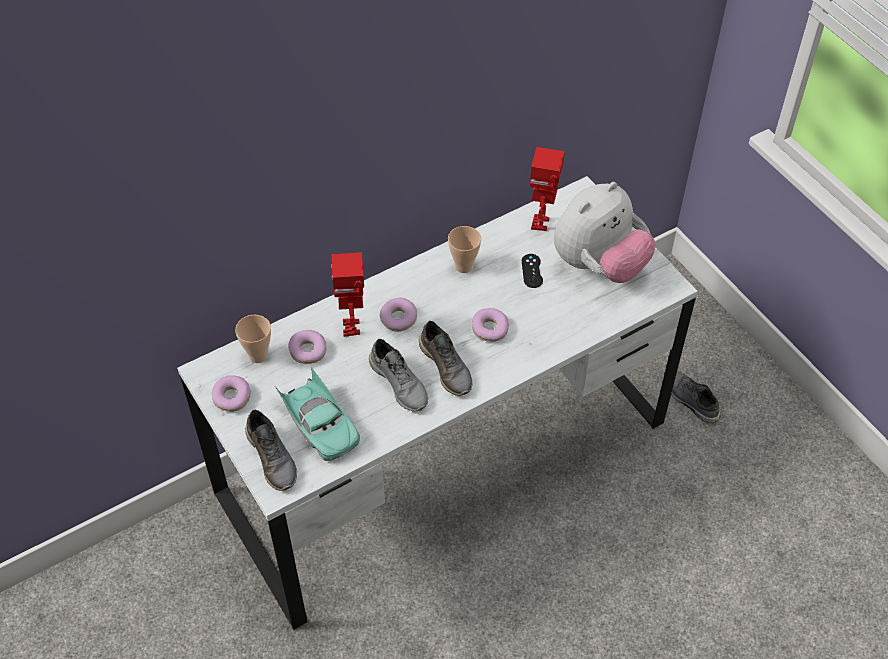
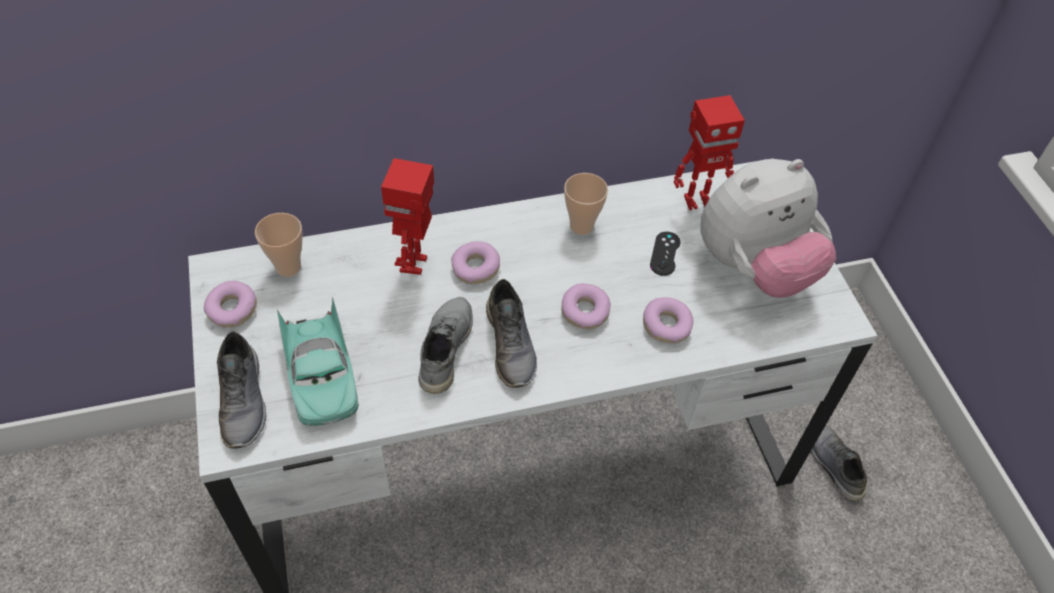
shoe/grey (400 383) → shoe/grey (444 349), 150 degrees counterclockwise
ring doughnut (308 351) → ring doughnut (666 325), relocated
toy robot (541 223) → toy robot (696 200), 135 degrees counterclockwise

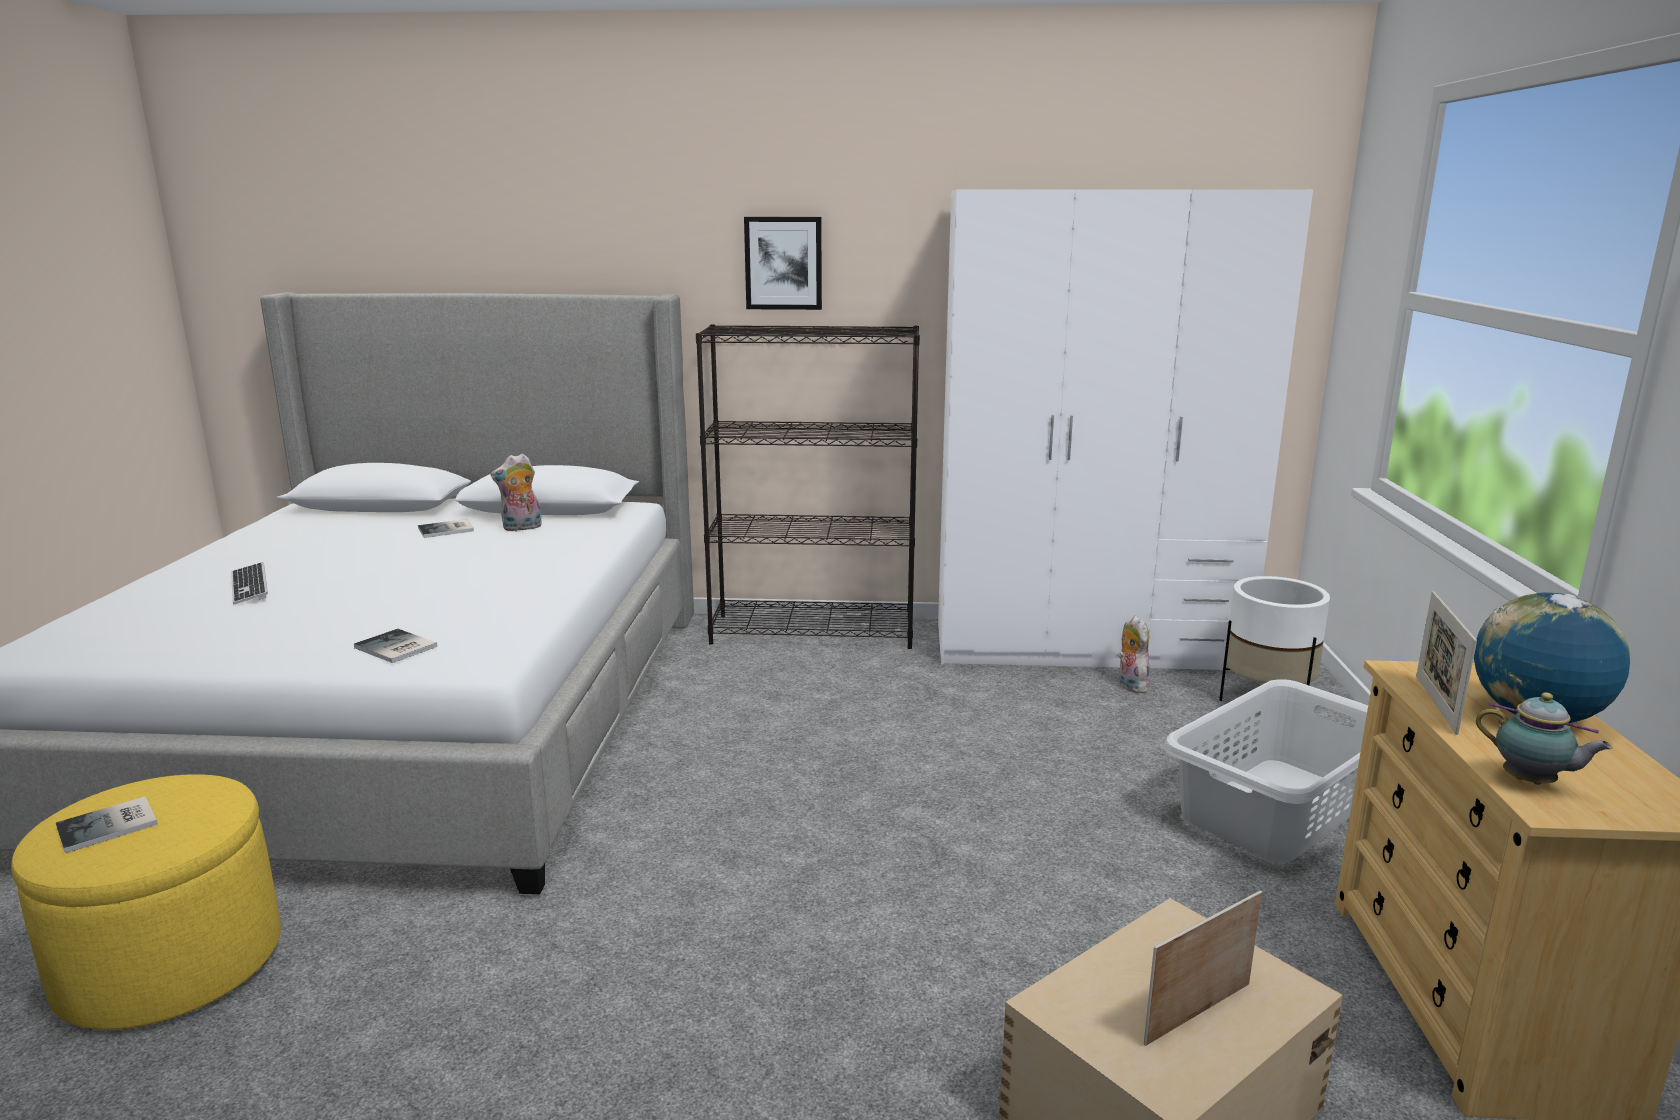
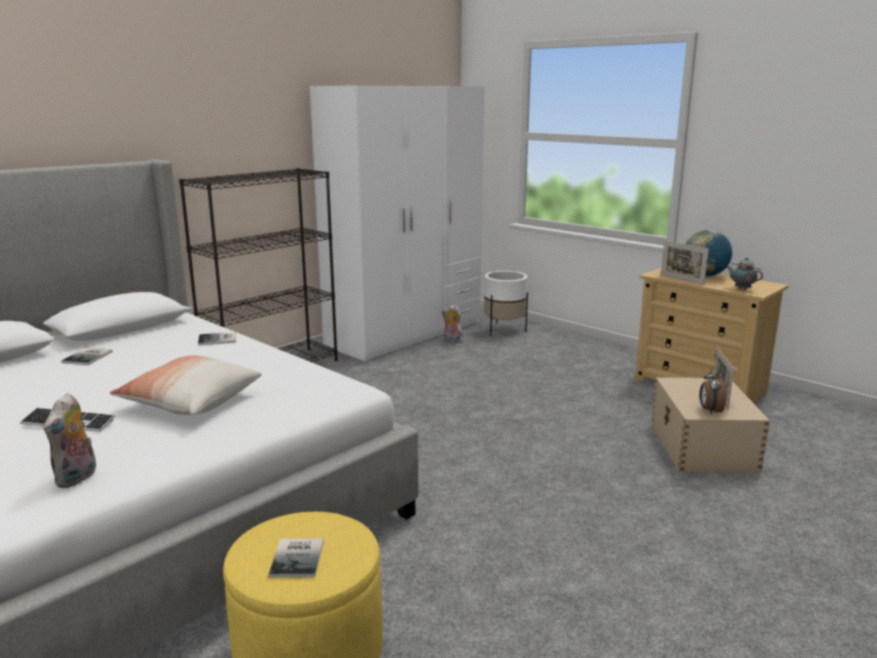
cuddly toy (521 528) → cuddly toy (77 478), relocated
- → cushion (190 403)
volume (395 648) → volume (218 339), relocated
- → alarm clock (709 410)
teapot (1532 783) → teapot (741 289), 120 degrees counterclockwise
wall picture (783 263) → -
hamper/grey (1278 809) → -

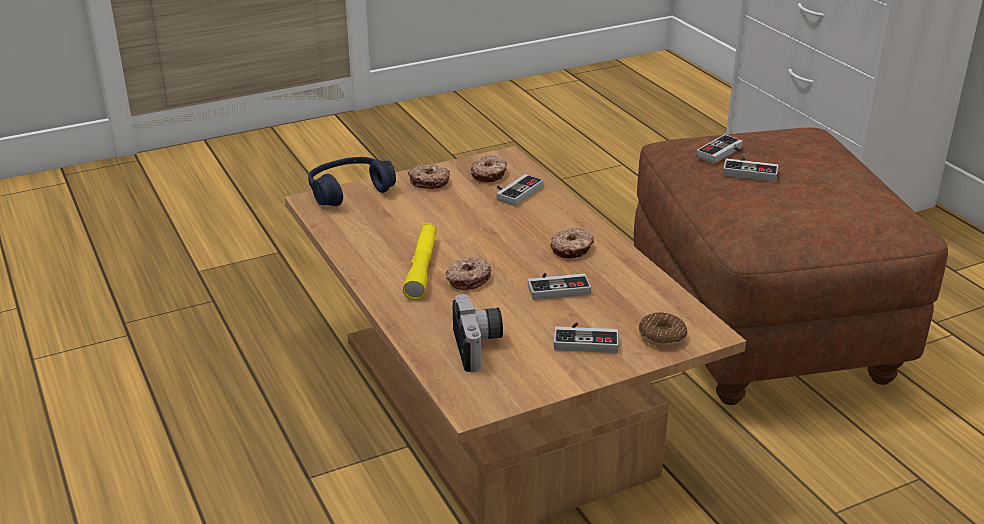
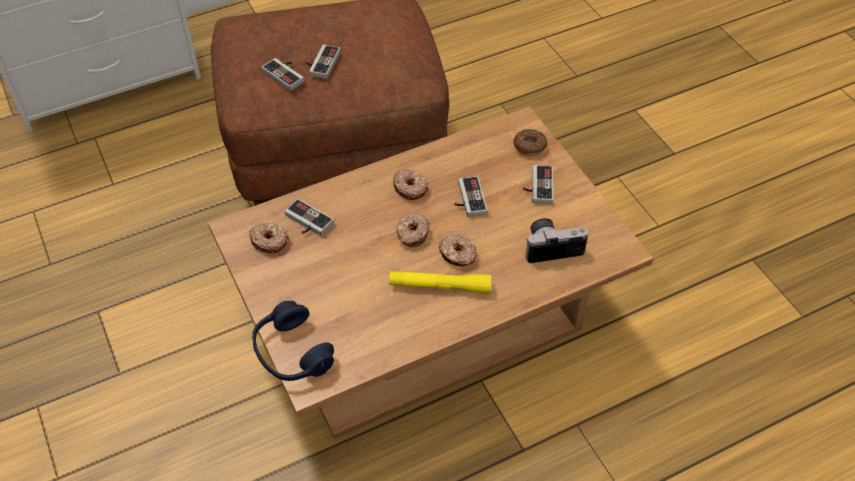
ring doughnut (429 182) → ring doughnut (412 233), relocated

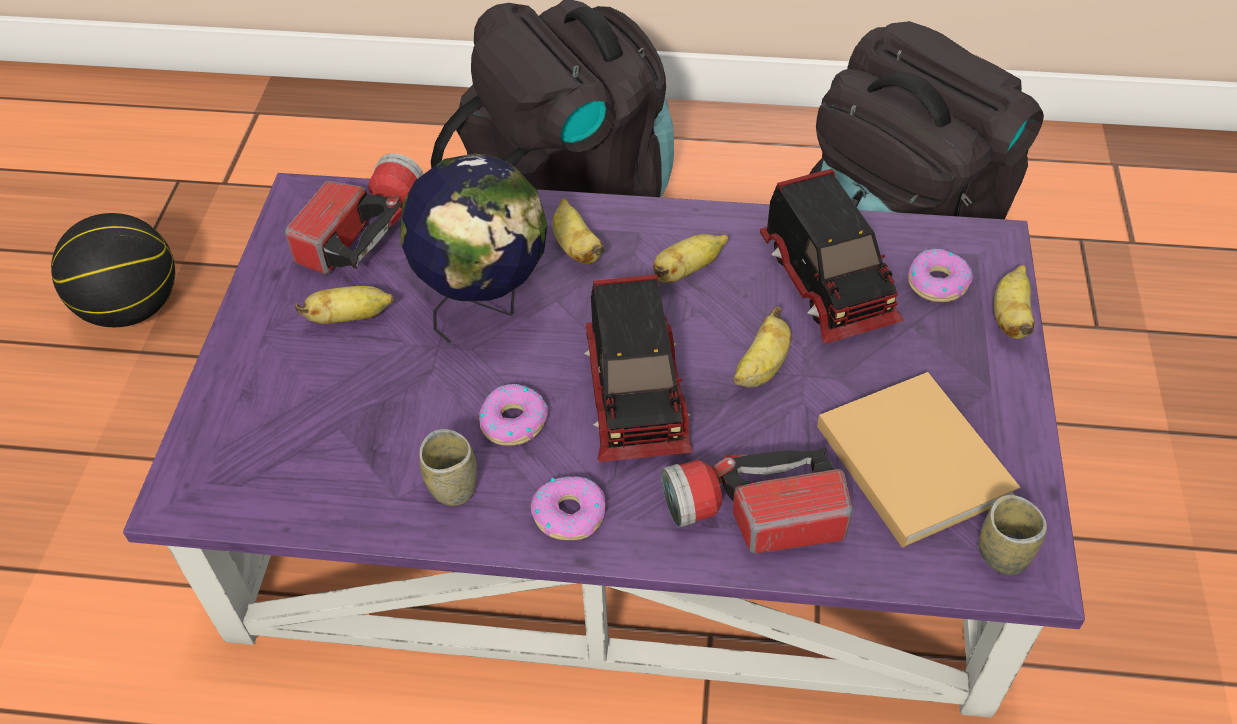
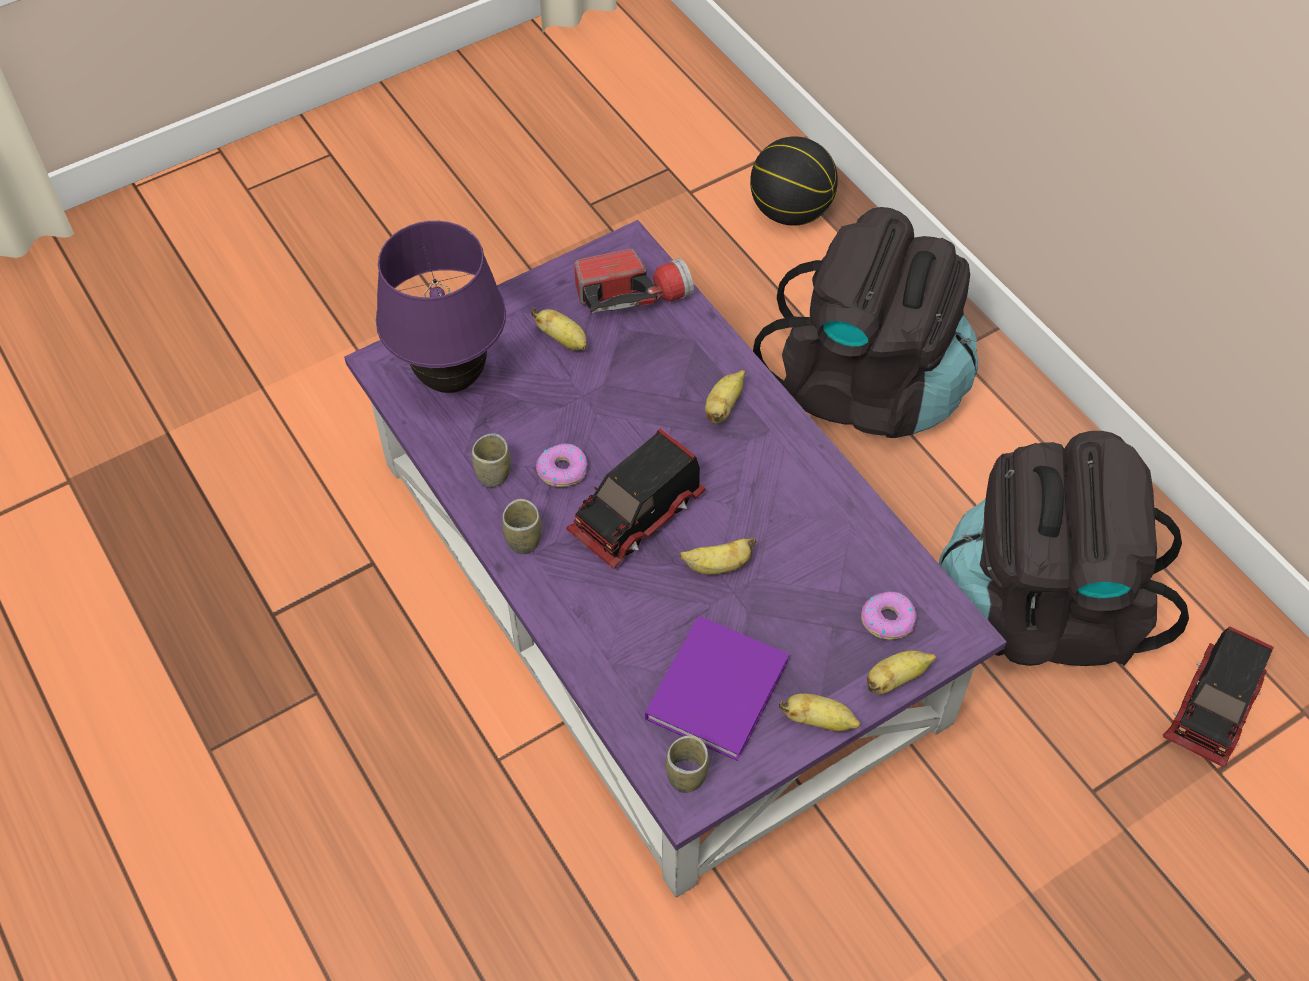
- → lamp for a table/purple-coloured (452 380)
ring doughnut (569 513) → drinking cup (523 540)
volume/sand-coloured (910 457) → volume/purple-coloured (719 686)
basketball ball (132 308) → basketball ball (790 211), relocated
whole banana (687 271) → whole banana (819 721), relocated
toy lorry (829 282) → toy lorry (1215 709), relocated
globe (485 304) → -
hand torch (753 514) → -

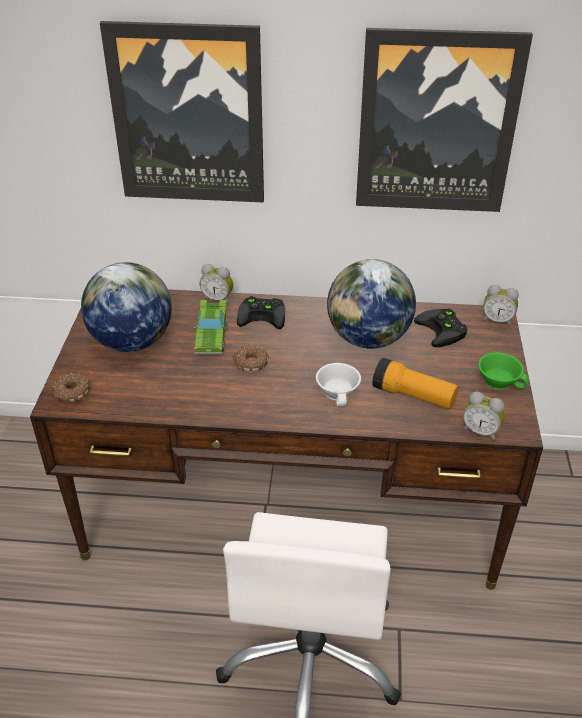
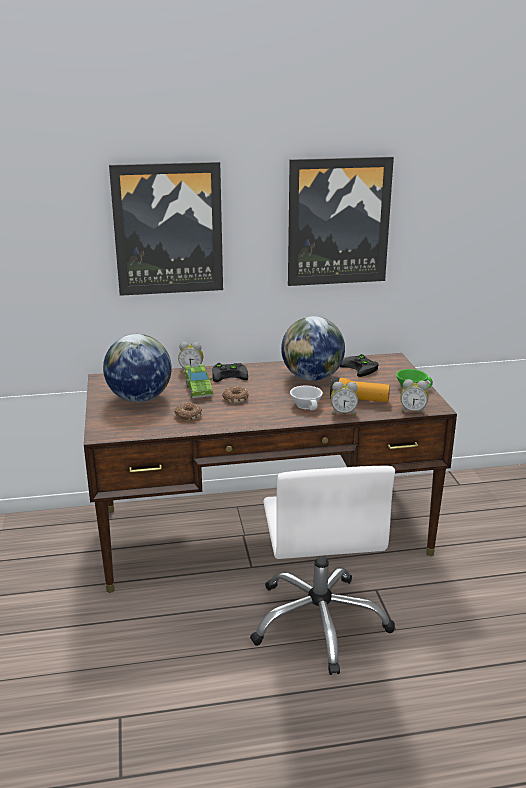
ring doughnut (71 392) → ring doughnut (188 416), relocated
alarm clock (497 320) → alarm clock (343 413), relocated

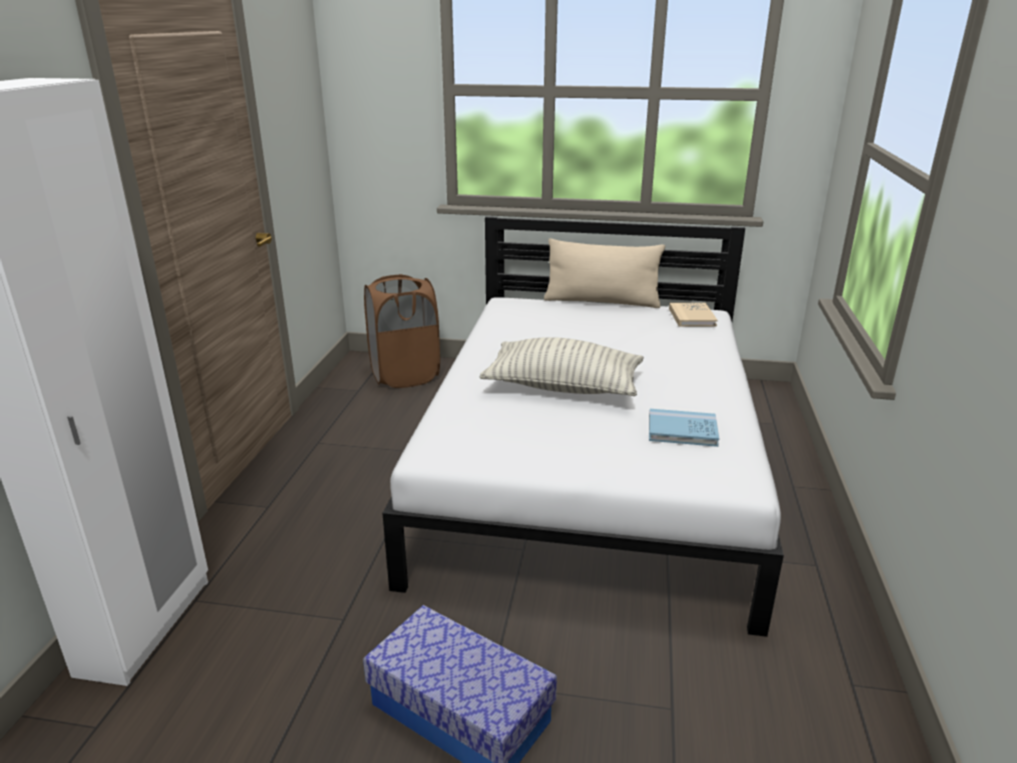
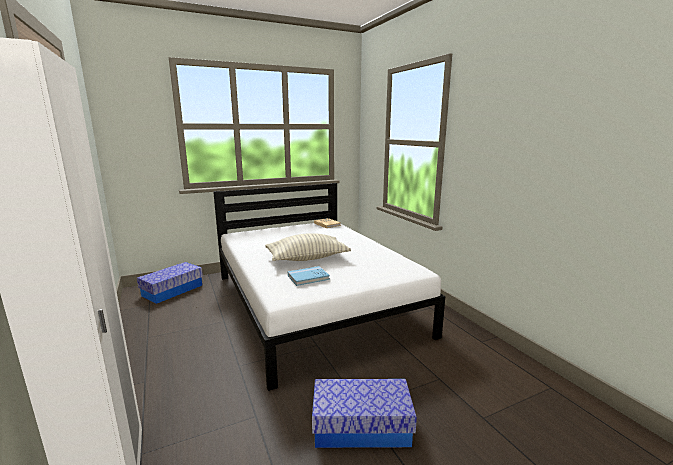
hamper/brown-coloured (405 375) → storage box (172 290)
volume/blue-coloured (682 431) → volume/blue-coloured (308 277), relocated
cushion/sand-coloured (601 301) → -

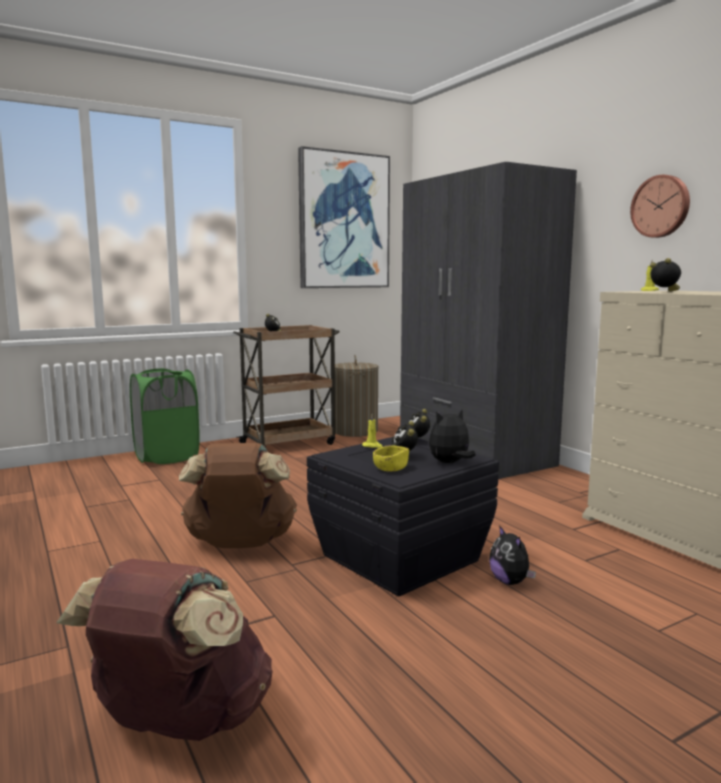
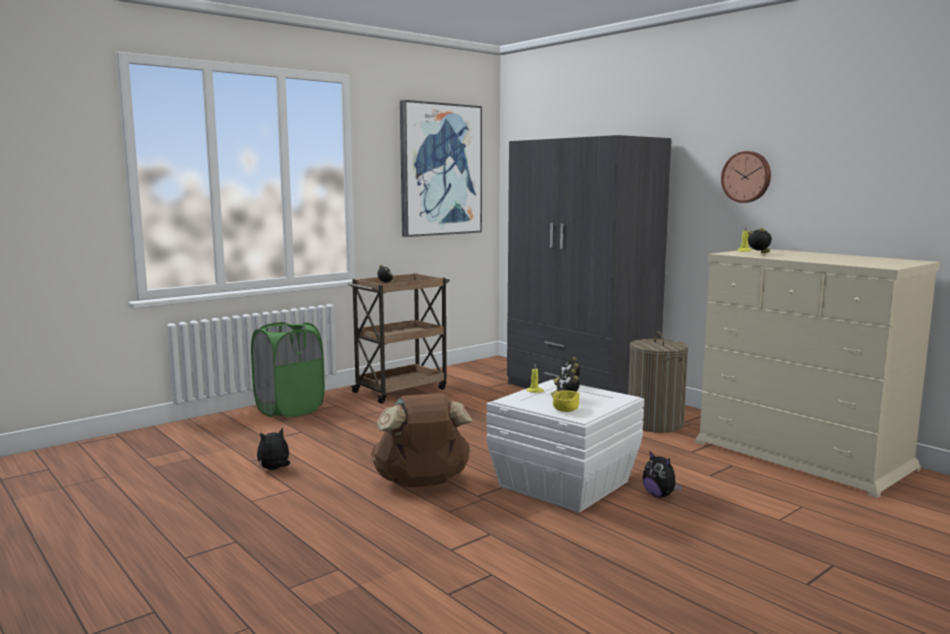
cuddly toy (450 463) → cuddly toy (274 469), relocated
storage box/blackish (398 557) → storage box/white (562 484)
hamper (355 431) → hamper (655 423), relocated
knapsack/brown-coloured (179 723) → -

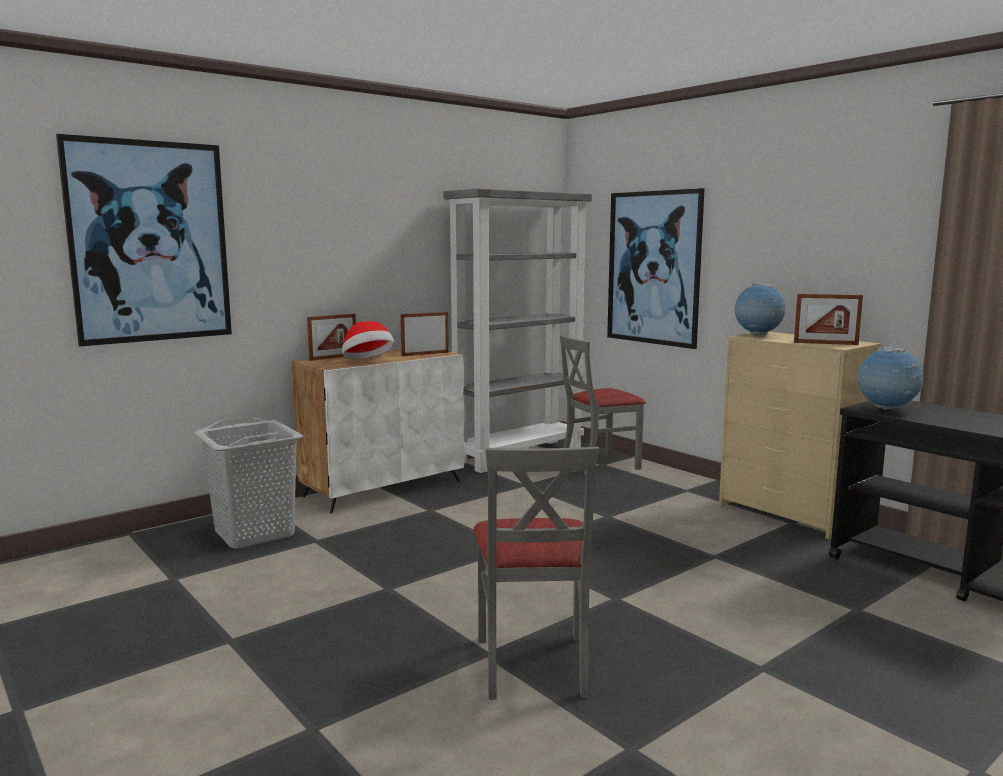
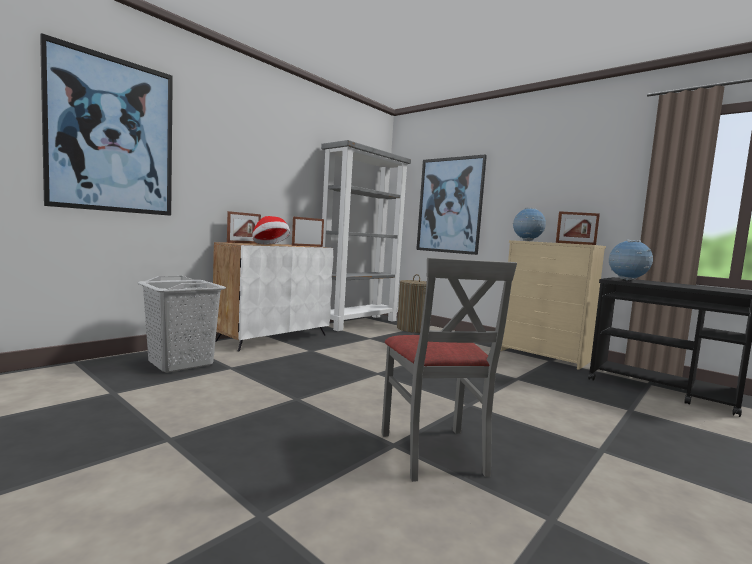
upright chair/grey (599 464) → hamper (412 329)

